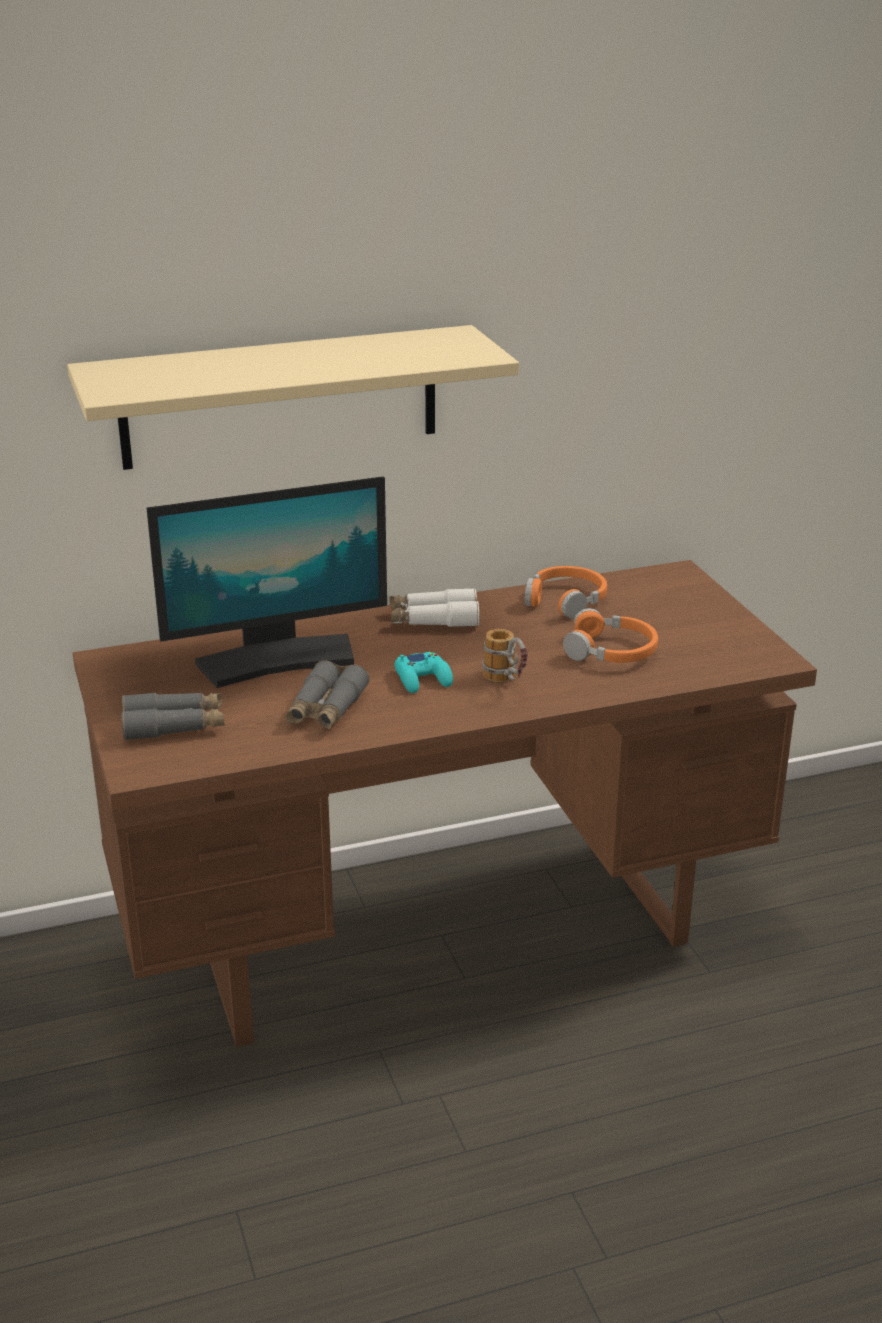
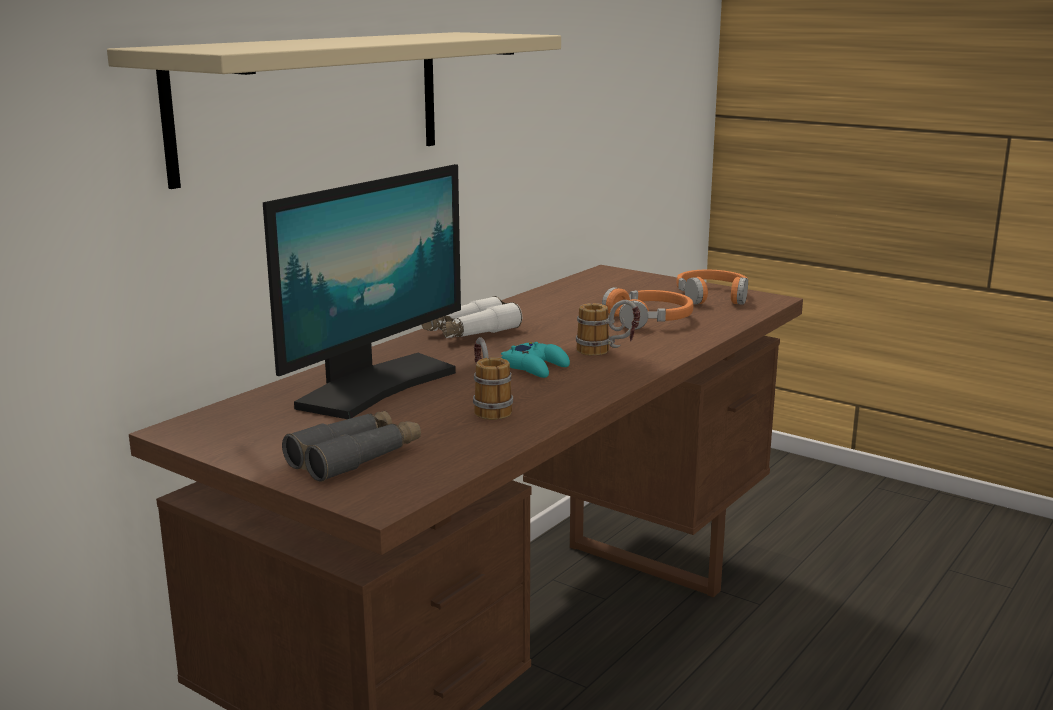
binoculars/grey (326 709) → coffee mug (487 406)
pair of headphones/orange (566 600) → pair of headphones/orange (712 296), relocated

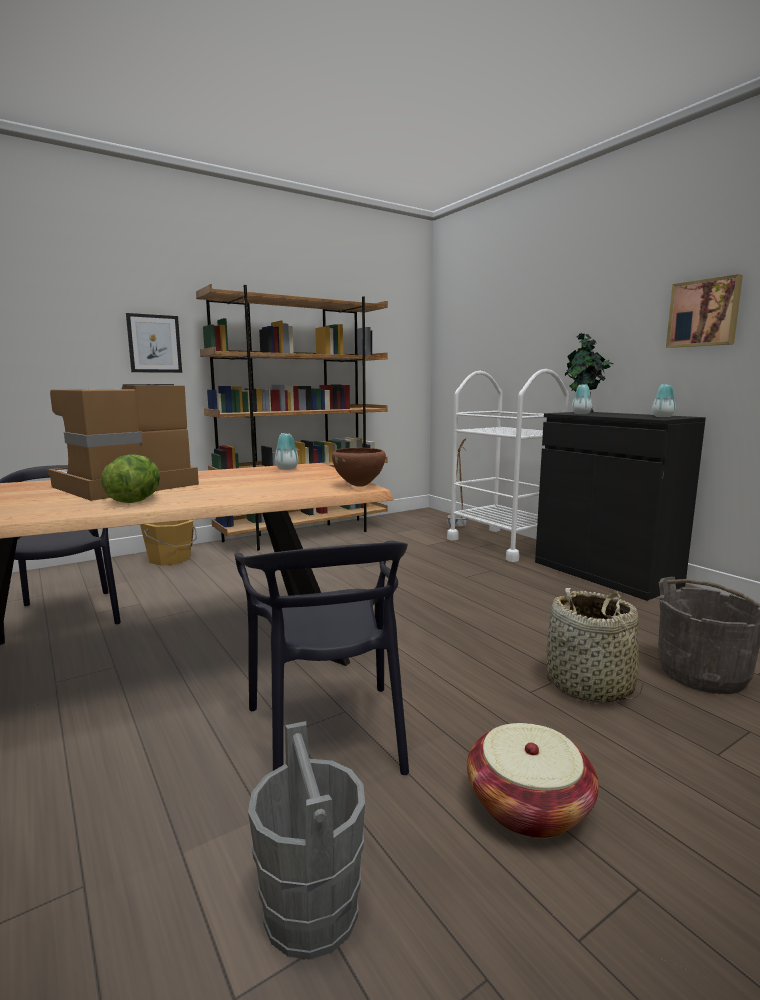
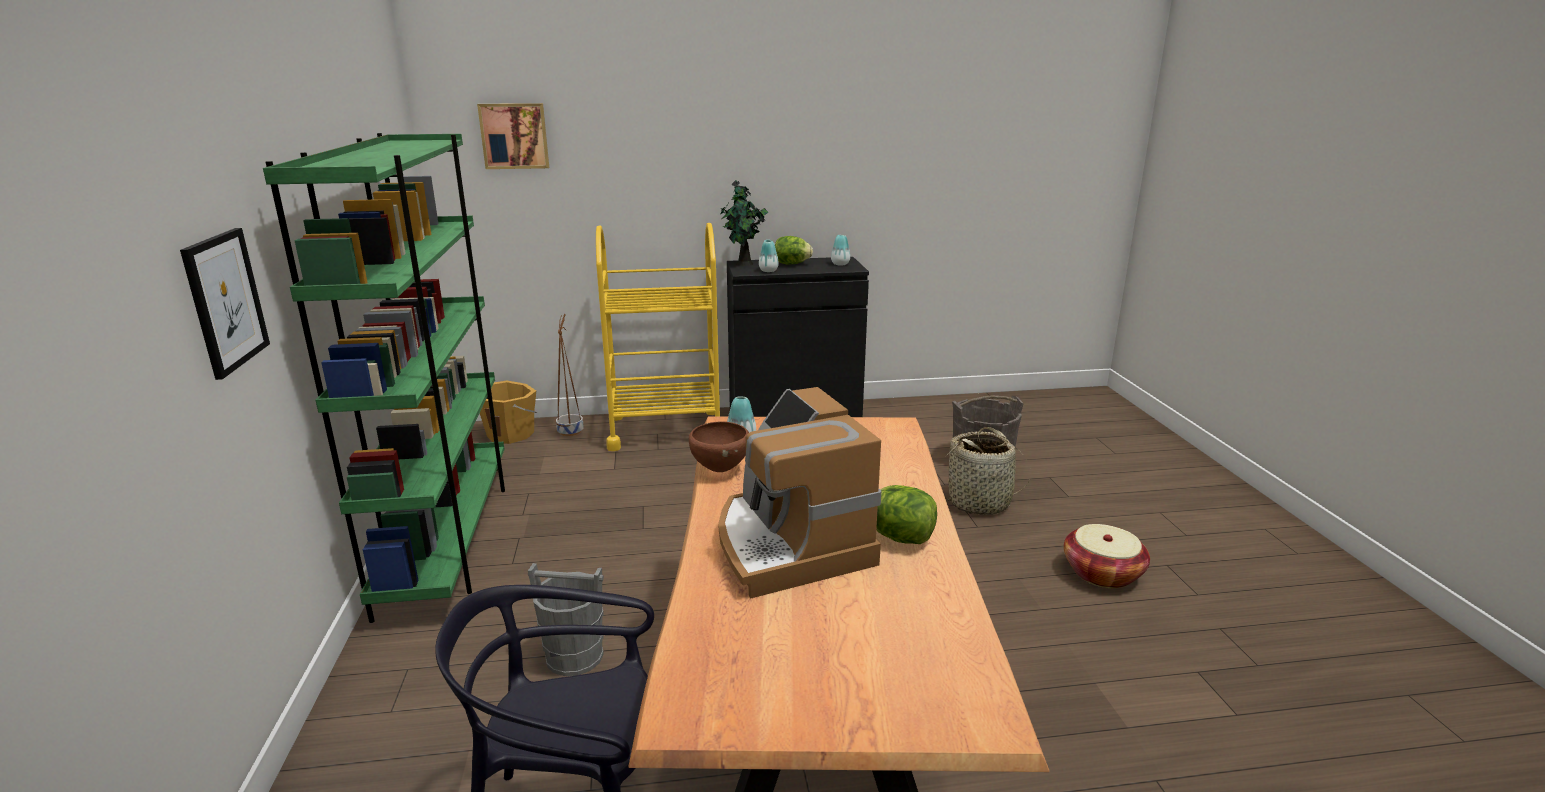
shelving unit/brown-coloured (305 535) → shelving unit/greenish (448 539)
wall picture (704 313) → wall picture (514 136), relocated
bucket/orange (171 559) → bucket/orange (511 434), relocated
bucket/grey (311 910) → bucket/grey (574 656), relocated
cart/white (502 544) → cart/yellowish (665 430)
bowl/brown-coloured (359 486) → bowl/brown-coloured (720 470), relocated
- → lettuce head (791 264)
upright chair/blackish (328 735) → -

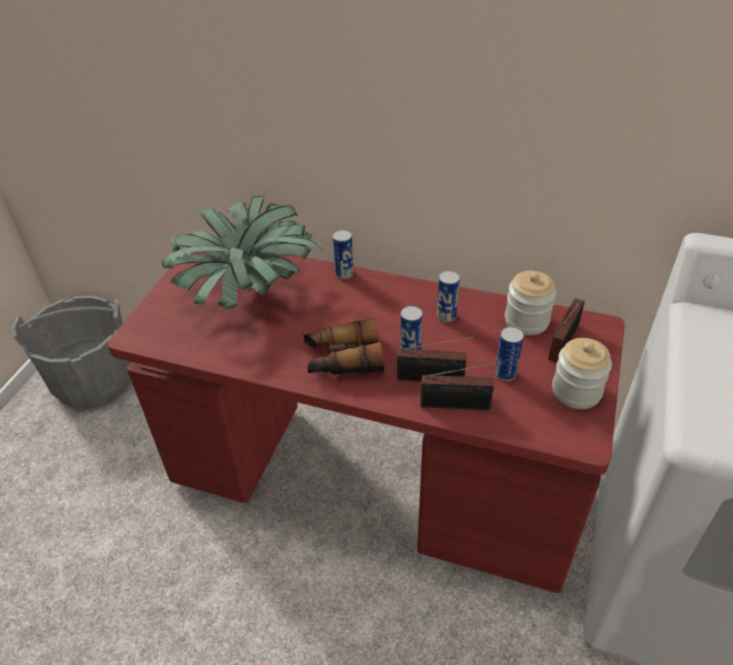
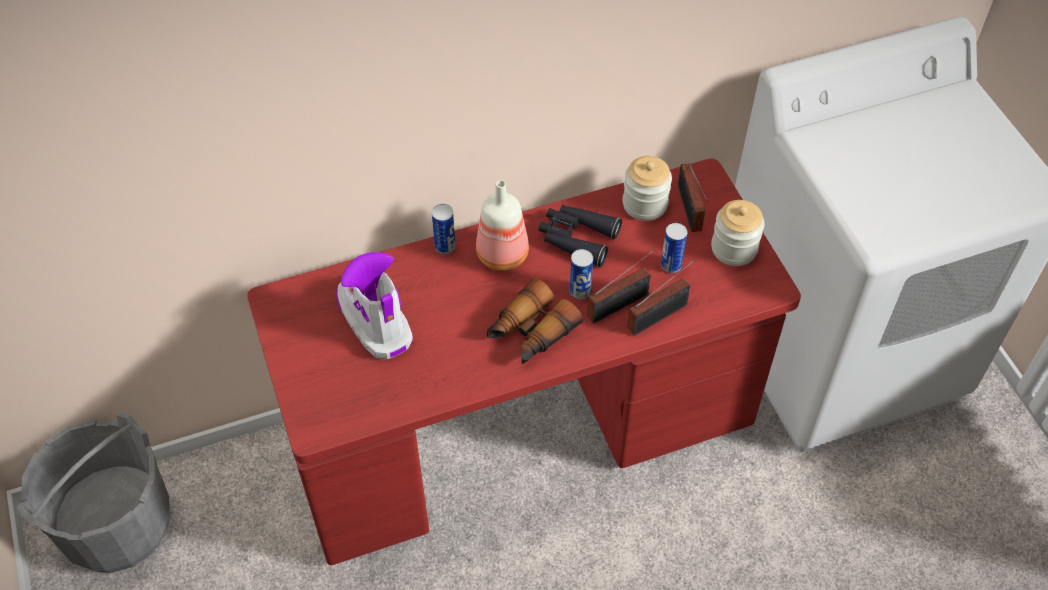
plant in a pot (247 293) → tall boot (374 320)
- → beverage bottle (502 253)
can (446 316) → binoculars/blackish (577 238)

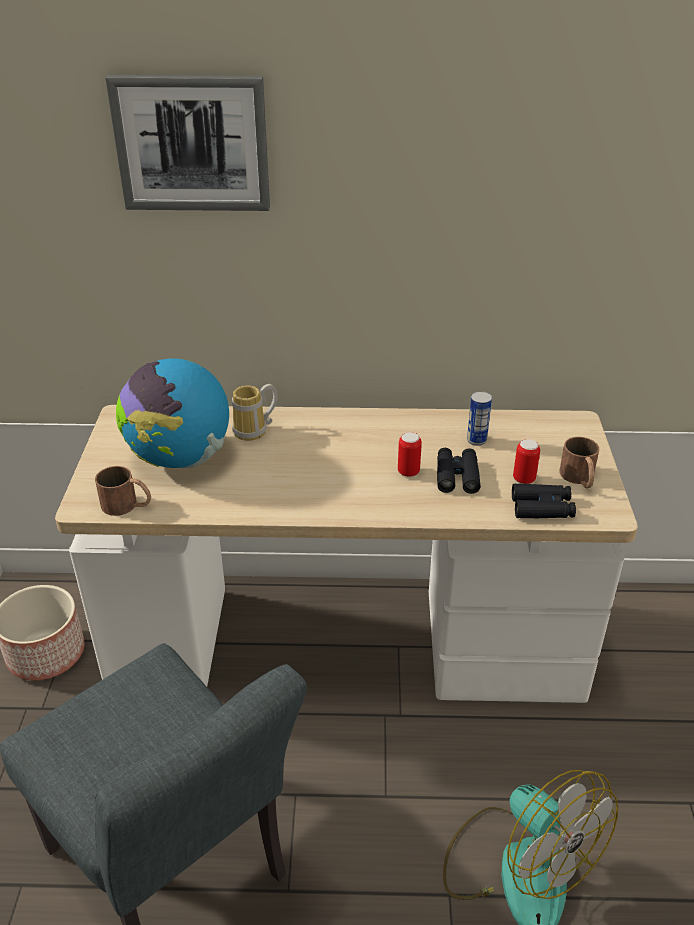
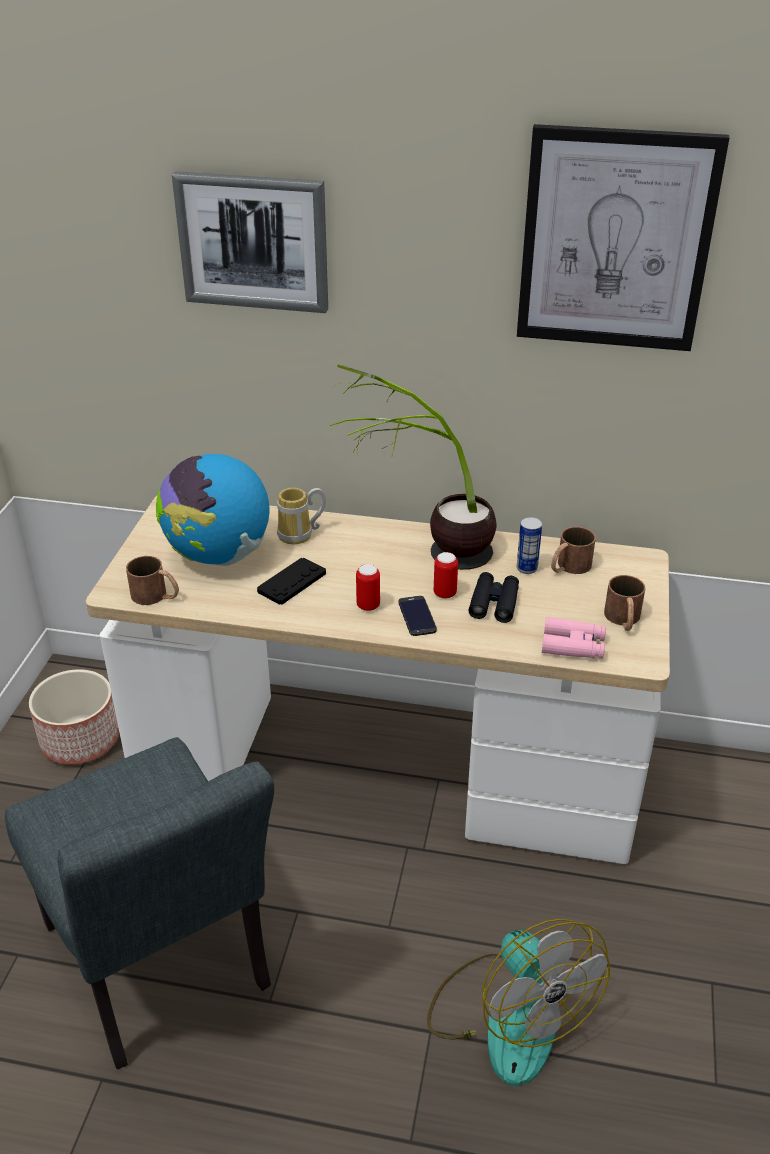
- → game controller/blackish (292 582)
- → plant in a pot (423 554)
can (524 479) → can (368 606), relocated
- → telephone (417 616)
- → wall picture (615 241)
binoculars/blackish (542 508) → binoculars/pinkish (573 645)
- → coffee mug/brown-coloured (568 567)

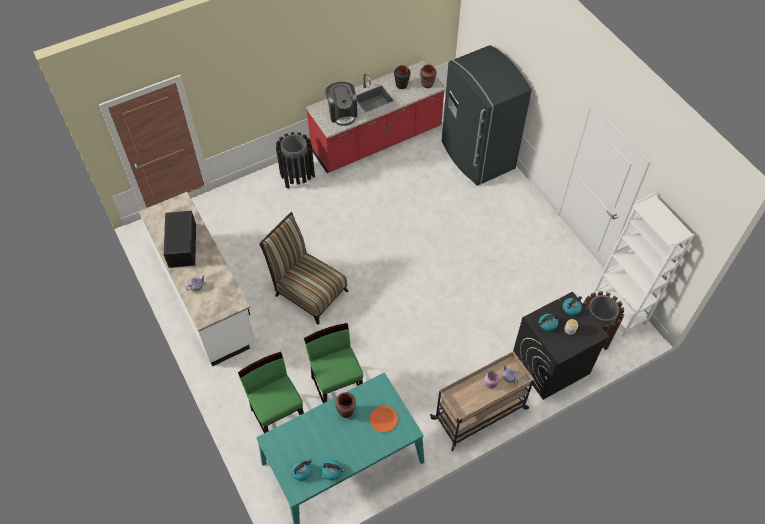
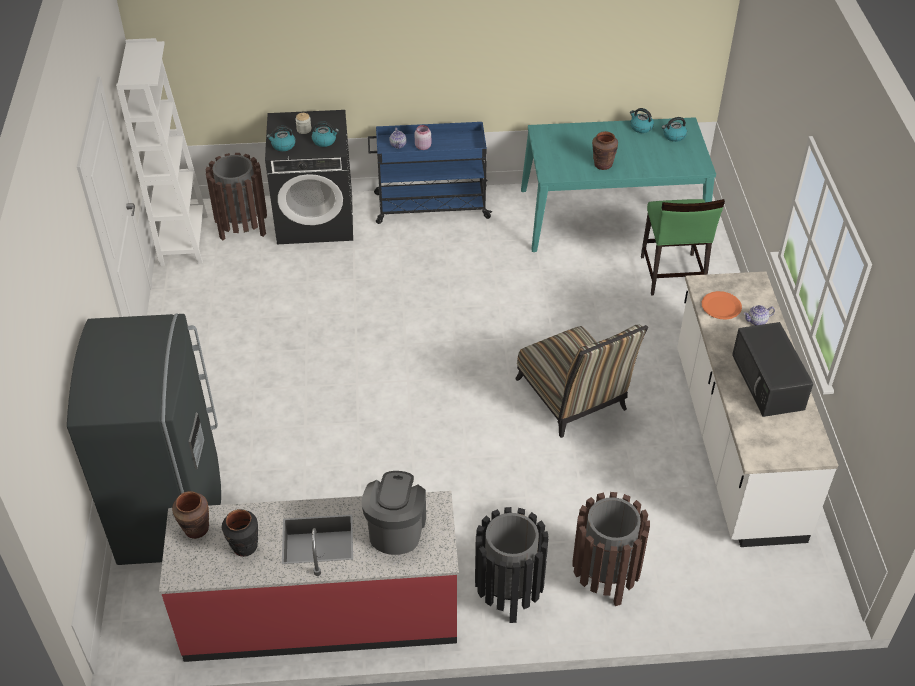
cart/sand-coloured (480 413) → cart/blue-coloured (430 206)
- → rubbish bin/brown-coloured (605 577)
plate/orange (383 419) → plate/orange (721 306), relocated
microwave/blackish (182 246) → microwave/blackish (768 382), 150 degrees clockwise
upright chair/greenish (337 388) → -

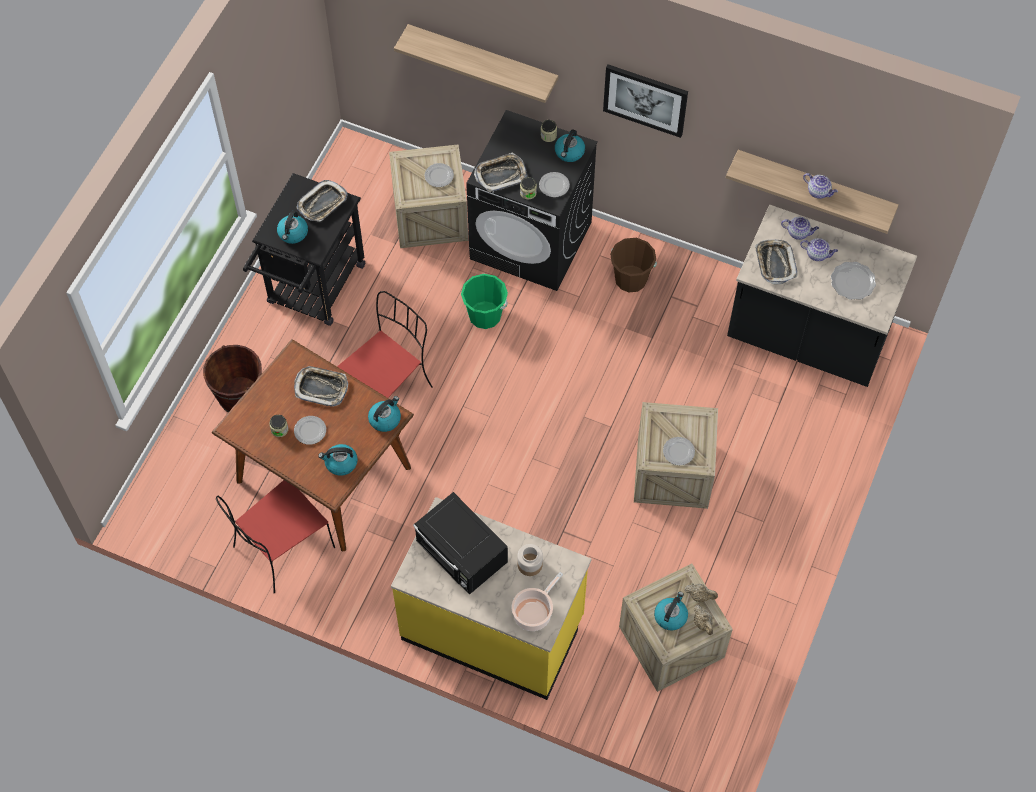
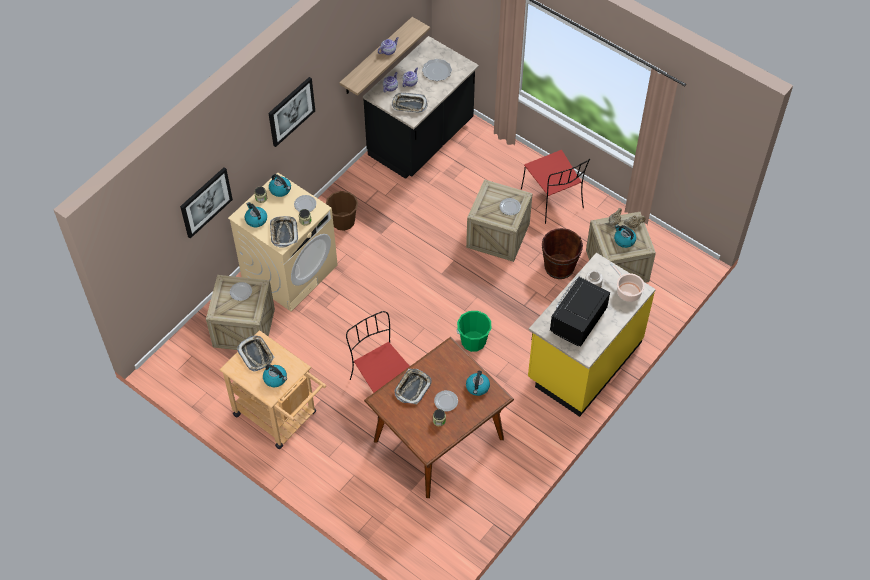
bracket shelf (482 60) → wall picture (205 202)
cart/blackish (312 290) → cart/sand-coloured (280 417)
laundry machine/blackish (531 240) → laundry machine/sand-coloured (290 271)
kettle (385 419) → kettle (256 219), relocated
bucket/greenish (485 315) → bucket/greenish (473 341), relocated
upright chair/reddish (281 549) → upright chair/reddish (553 199), relocated
bucket/brown-coloured (240 396) → bucket/brown-coloured (559 267), relocated
microwave/blackish (462 556) → microwave/blackish (577 322), 150 degrees clockwise

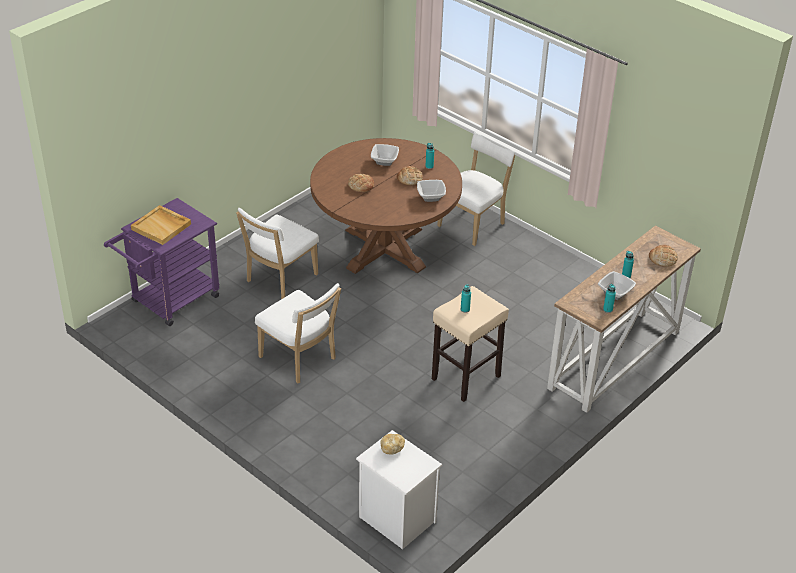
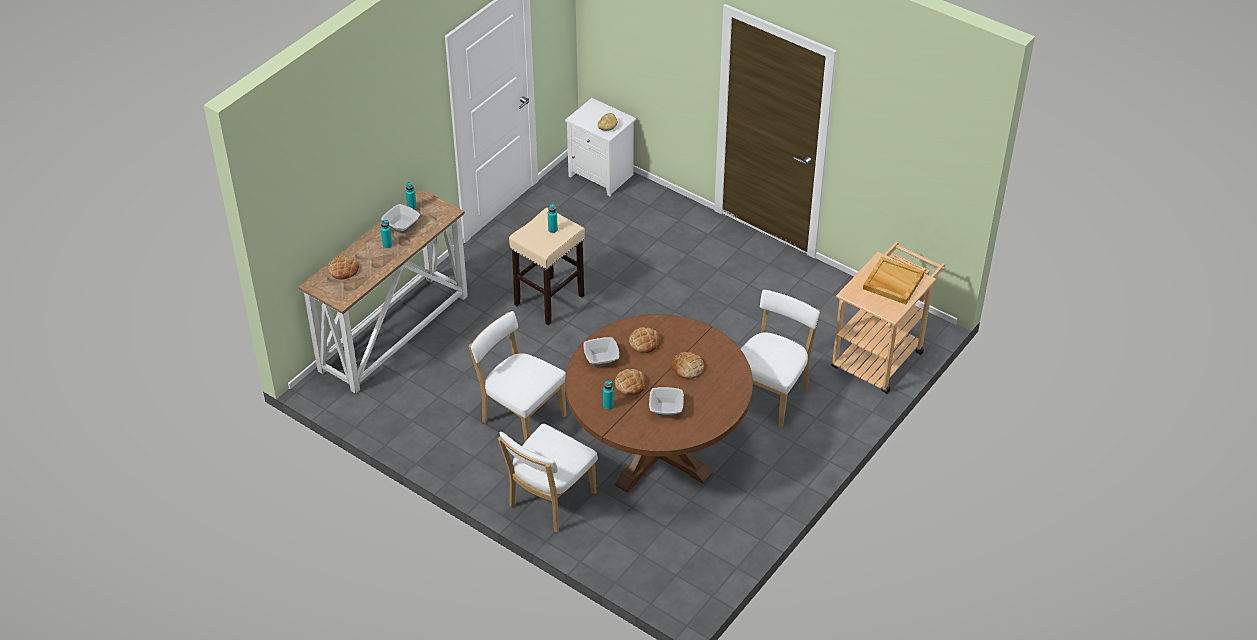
upright chair/white (300 360) → upright chair/white (520 417), relocated
- → baked bread (644 342)
cart/purple-coloured (170 302) → cart/sand-coloured (881 354)

